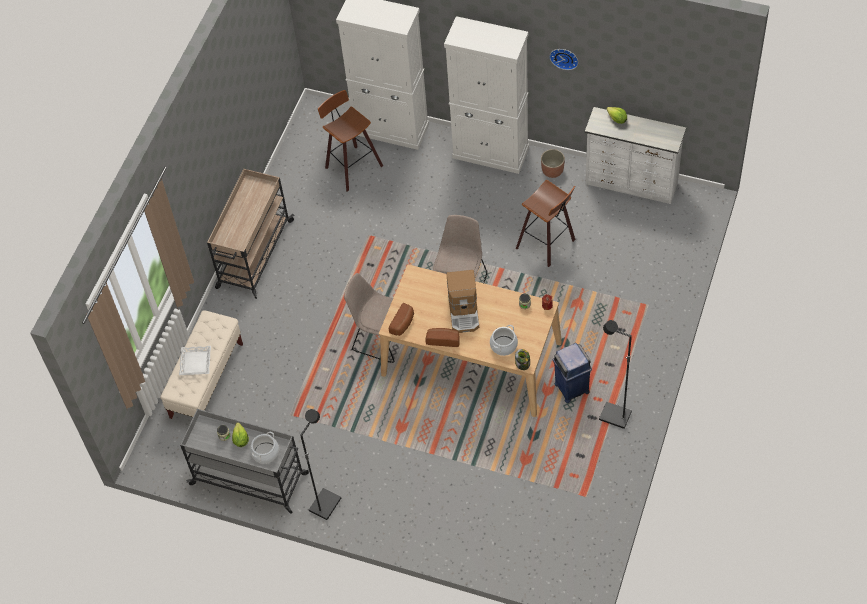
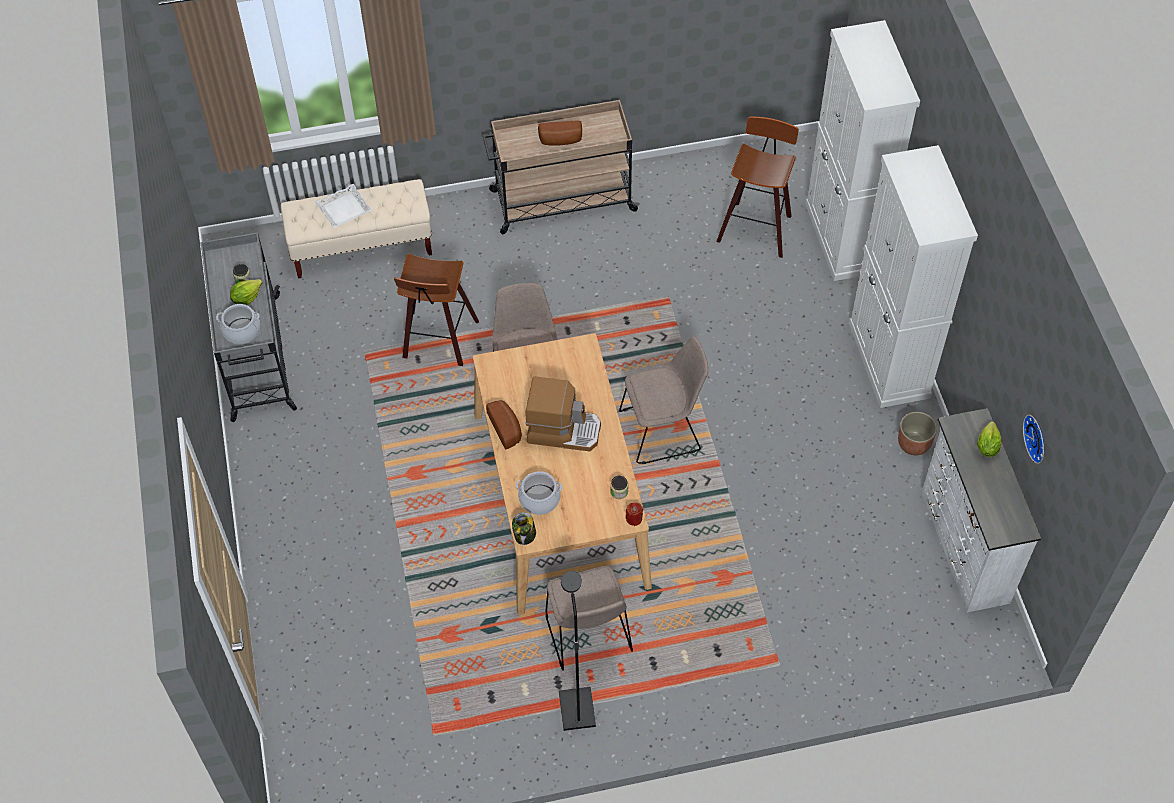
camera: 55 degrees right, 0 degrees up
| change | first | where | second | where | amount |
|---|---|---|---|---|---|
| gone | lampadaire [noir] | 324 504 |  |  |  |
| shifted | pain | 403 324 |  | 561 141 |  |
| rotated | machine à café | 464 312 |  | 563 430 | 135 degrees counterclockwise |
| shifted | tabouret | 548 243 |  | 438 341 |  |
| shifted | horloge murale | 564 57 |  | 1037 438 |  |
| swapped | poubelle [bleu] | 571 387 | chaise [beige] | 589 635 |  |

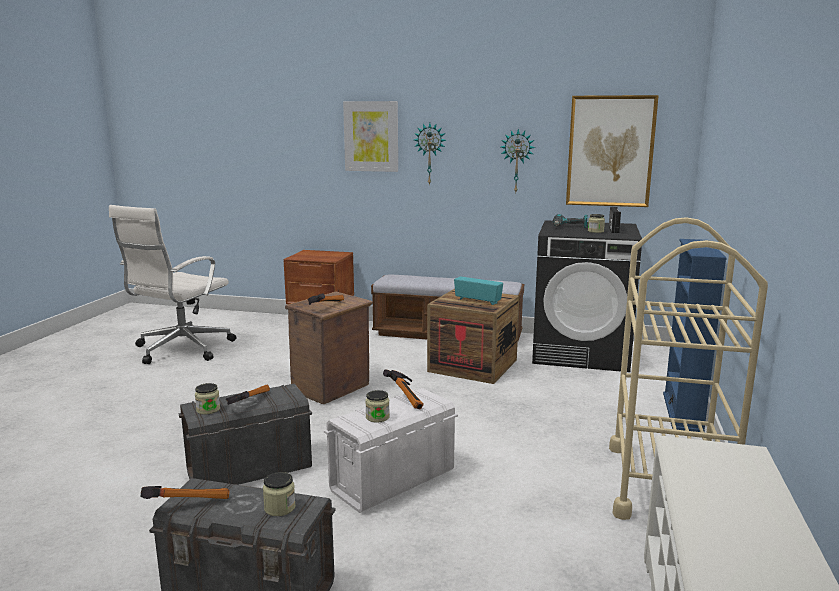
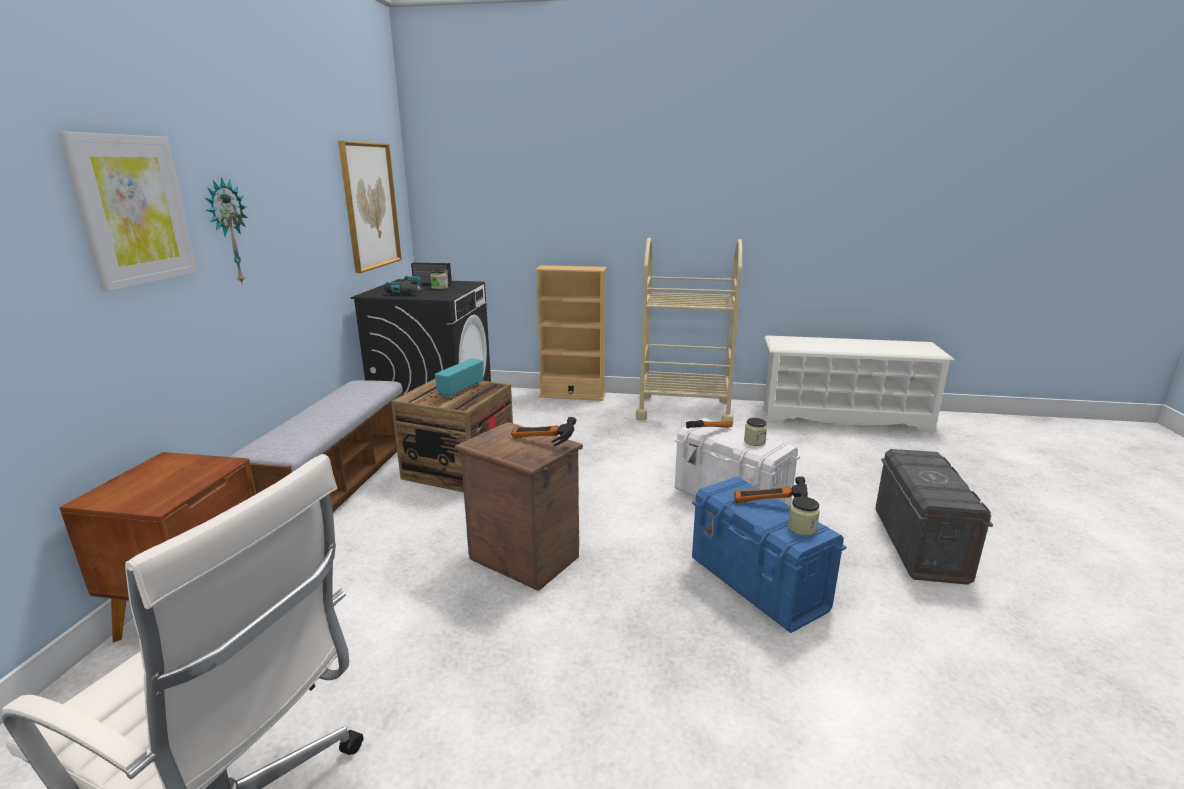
camera: 95 degrees left, 5 degrees up
| change | first | where | second | where | amount |
|---|---|---|---|---|---|
| gone | marteau | 186 503 |  |  |  |
| repainted | boîte de rangement [gris] | 249 470 | boîte de rangement [bleu] | 757 585 |  |
| gone | bocal | 280 508 |  |  |  |
| gone | horloge murale | 517 161 |  |  |  |
| repainted | bibliothèque [bleu] | 682 412 | bibliothèque [beige] | 572 395 |  |

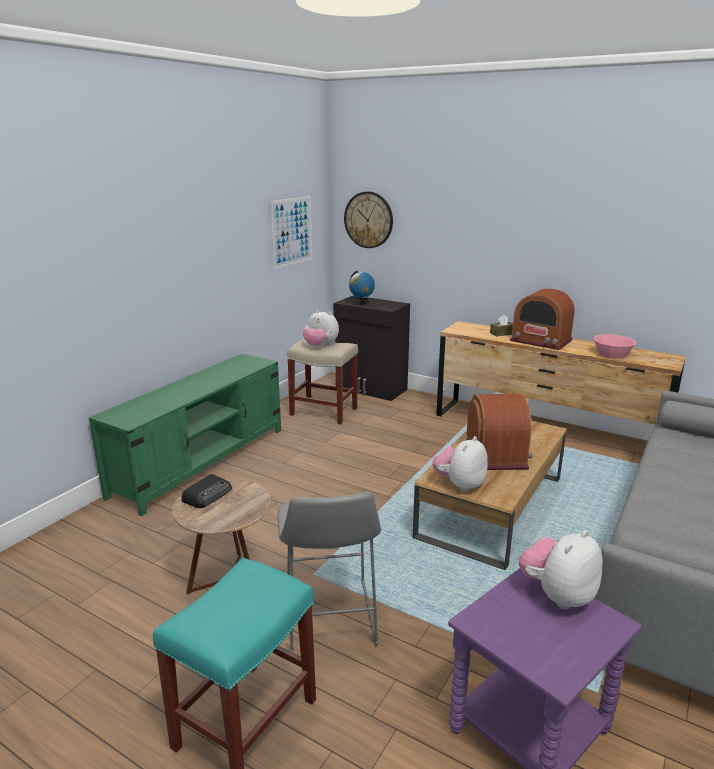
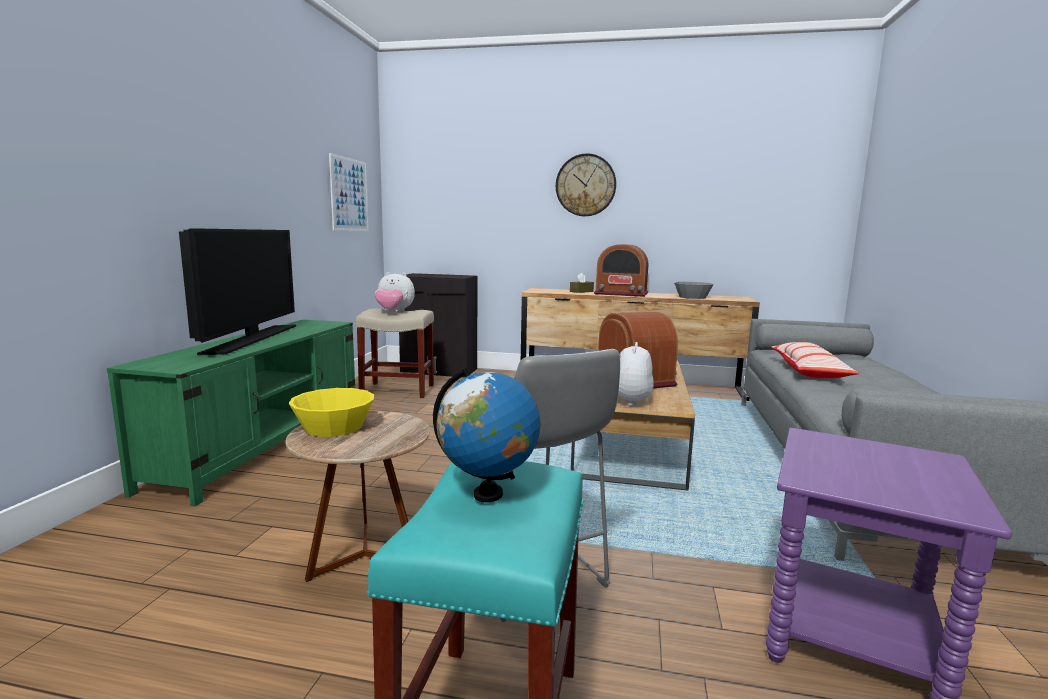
camera: 20 degrees left, 10 degrees down
| change | first | where | second | where | amount |
|---|---|---|---|---|---|
| swapped | radio | 208 495 | bol [jaune] | 333 427 |  |
| shifted | horloge murale | 368 220 |  | 585 185 |  |
| shifted | globe | 361 303 |  | 487 494 |  |
| gone | peluche | 557 595 |  |  |  |
| repainted | bol [rose] | 612 354 | bol [gris] | 692 297 |  |
| new |  |  | téléviseur | 252 339 |  |
| new |  |  | coussin | 809 371 |  |

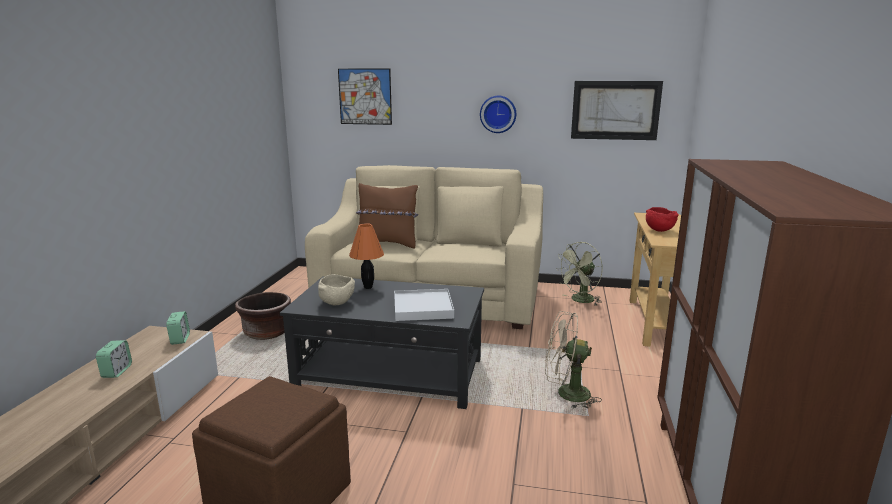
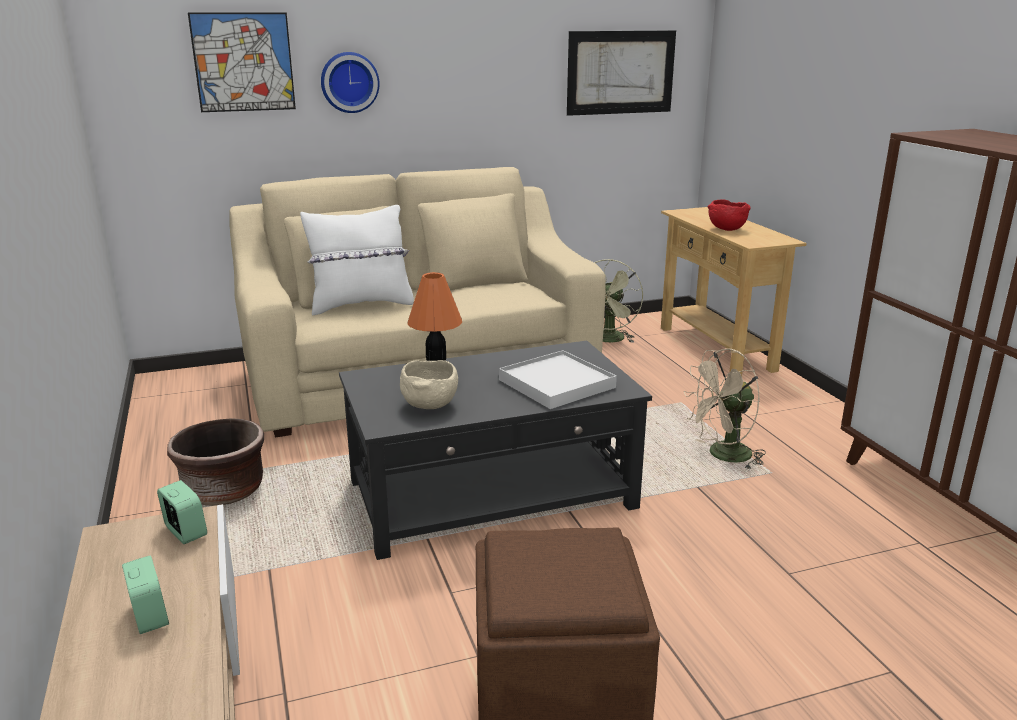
camera: 30 degrees left, 5 degrees up
| change | first | where | second | where | amount |
|---|---|---|---|---|---|
| repainted | coussin [marron] | 387 244 | coussin [blanc] | 361 305 |  |
| shifted | horloge murale | 498 114 |  | 349 82 |  |

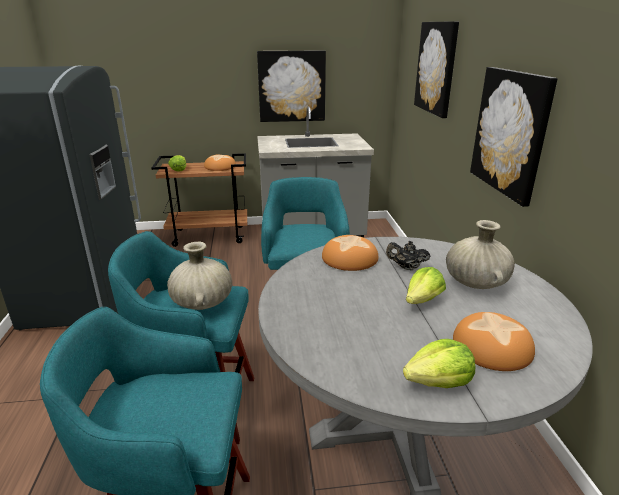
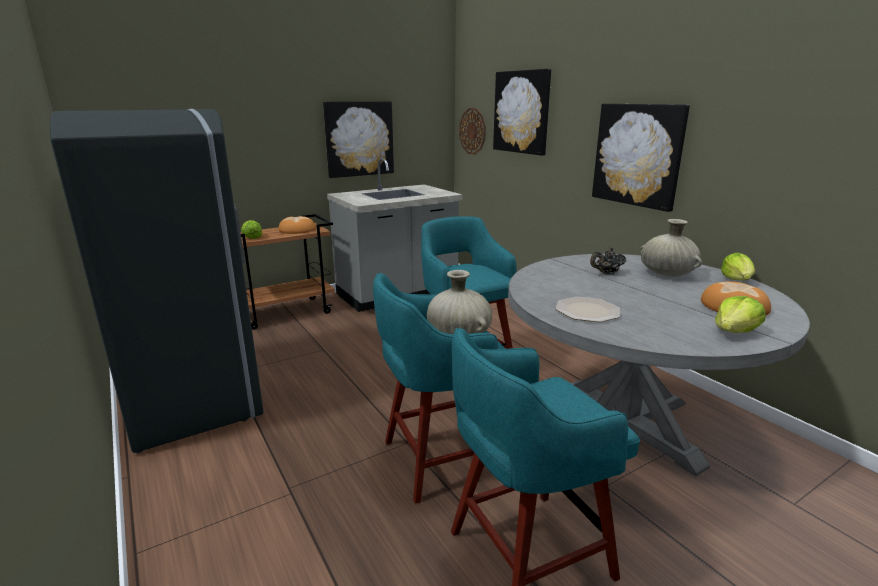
camera: 25 degrees left, 5 degrees down
| change | first | where | second | where | amount |
|---|---|---|---|---|---|
| gone | pain | 349 259 |  |  |  |
| shifted | laitue | 423 300 |  | 737 280 |  |
| new |  |  | horloge murale | 472 131 |  |
| new |  |  | assiette | 587 311 |  |

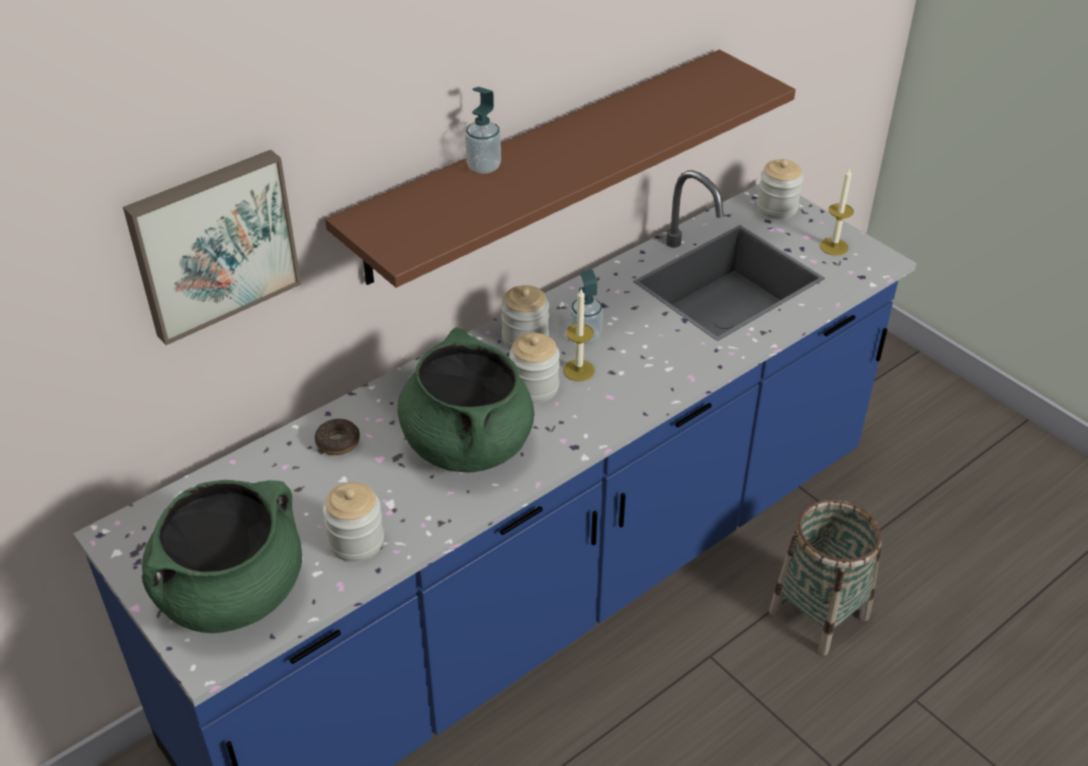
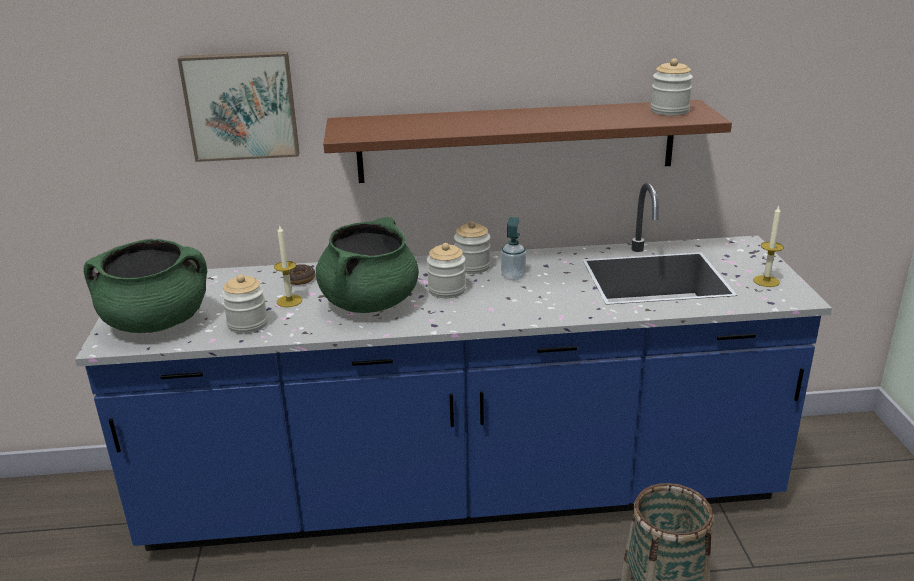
camera: 35 degrees right, 15 degrees down
| change | first | where | second | where | amount |
|---|---|---|---|---|---|
| gone | distributeur de savon | 484 167 |  |  |  |
| shifted | bougie | 578 370 |  | 289 301 |  |
| shifted | bocal | 777 208 |  | 669 111 |  |

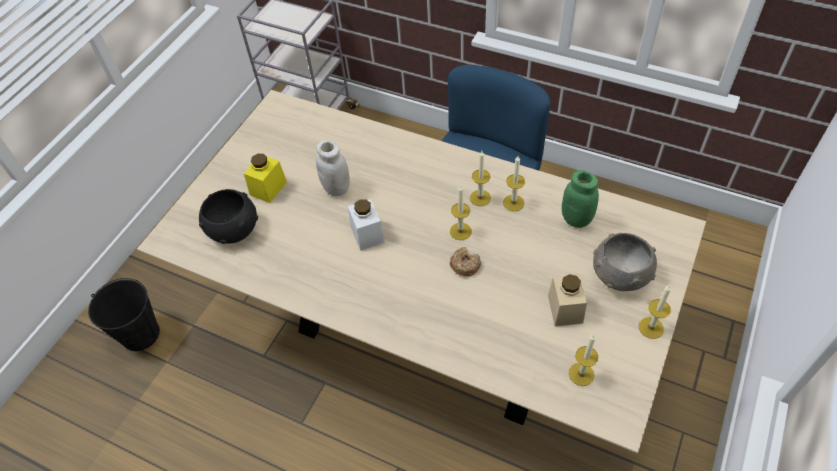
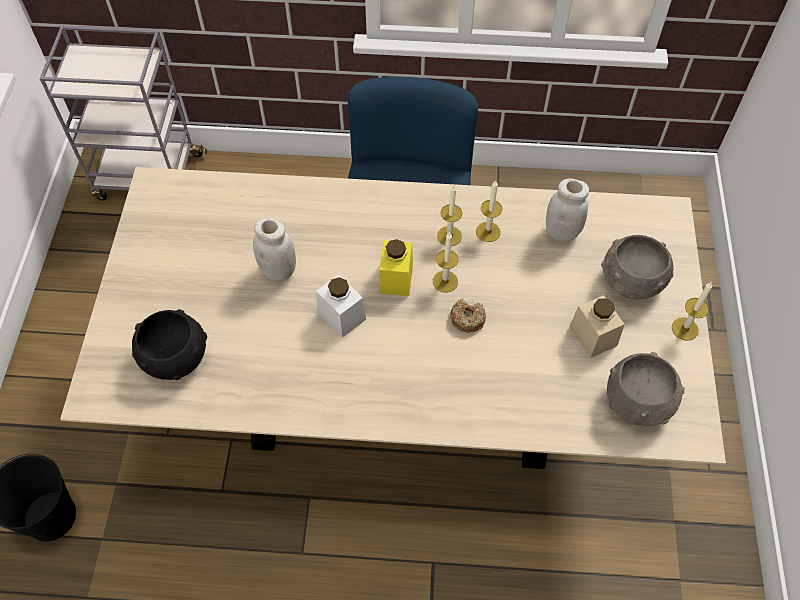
camera: 25 degrees left, 5 degrees up
| change | first | where | second | where | amount |
|---|---|---|---|---|---|
| shifted | bocal [jaune] | 268 188 |  | 396 278 |  |
| repainted | bocal [vert] | 576 219 | bocal [blanc] | 561 232 |  |
| swapped | bougie | 581 374 | bol [gris] | 638 401 |  |

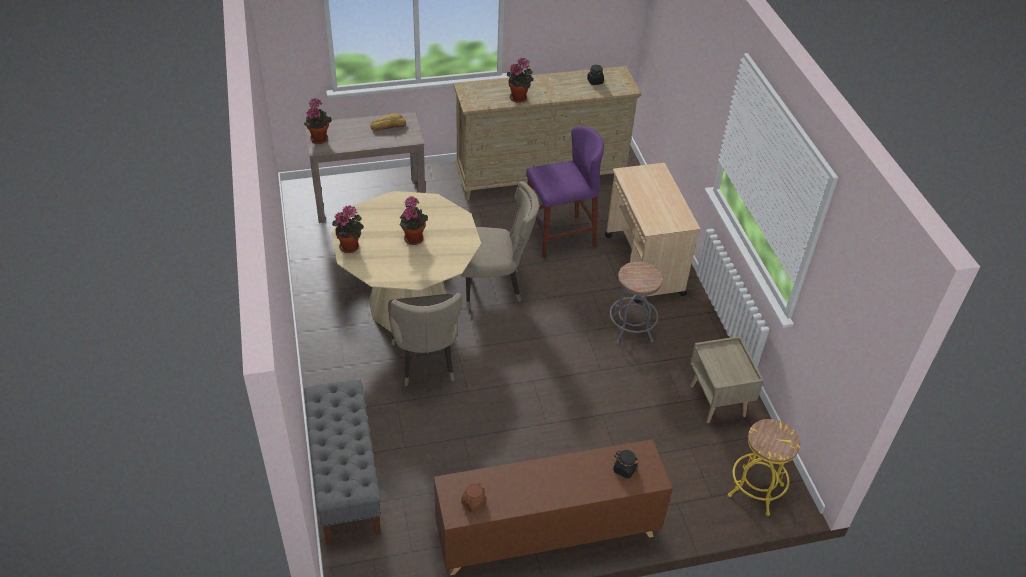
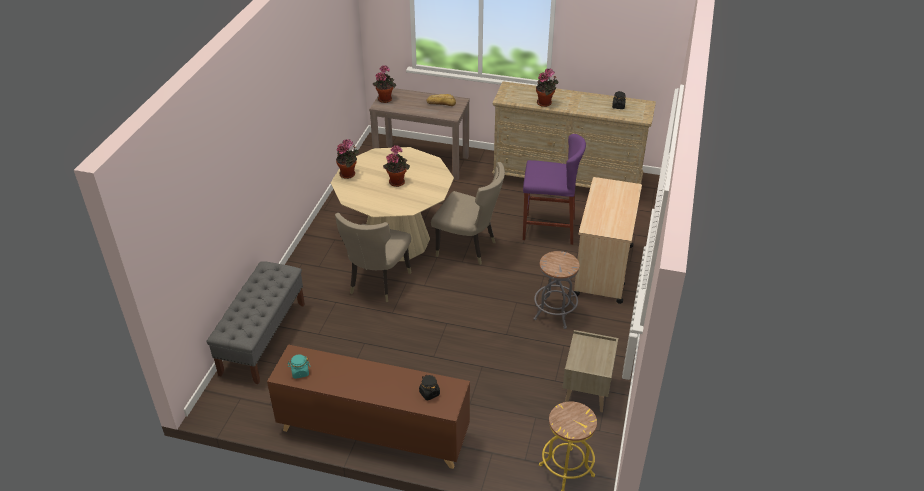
camera: 30 degrees right, 5 degrees down
| change | first | where | second | where | amount |
|---|---|---|---|---|---|
| repainted | bocal [marron] | 473 504 | bocal [turquoise] | 300 372 |  |

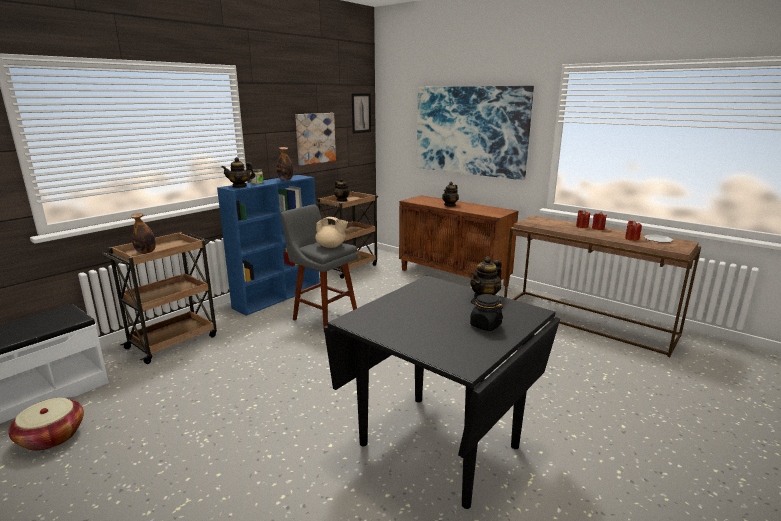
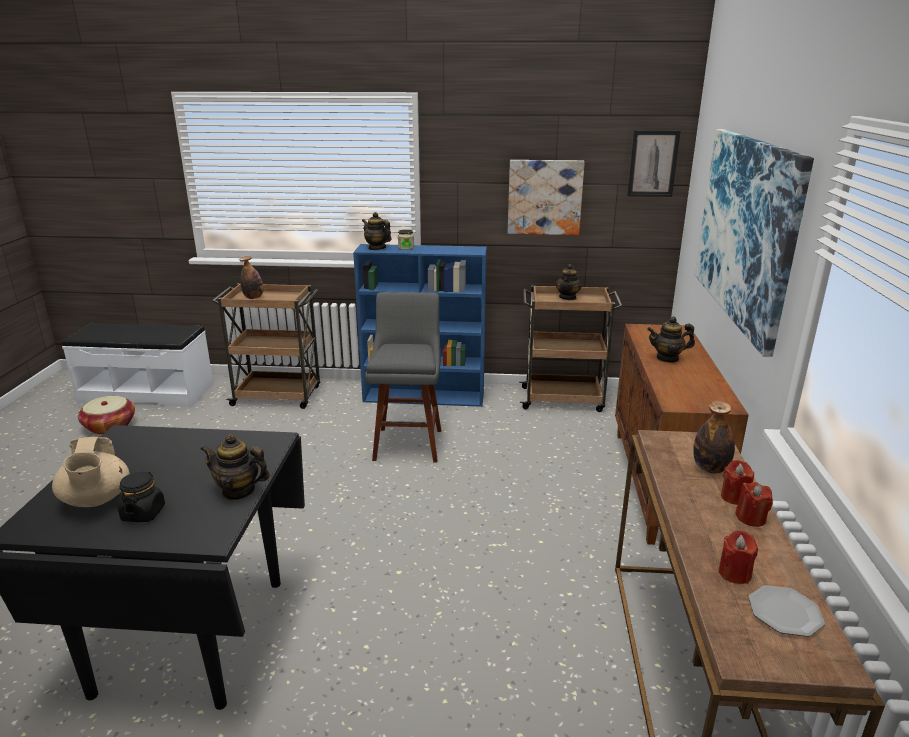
camera: 55 degrees right, 5 degrees up
| change | first | where | second | where | amount |
|---|---|---|---|---|---|
| shifted | bouteille | 285 179 |  | 710 468 |  |
| shifted | théière [beige] | 331 246 |  | 96 500 |  |

